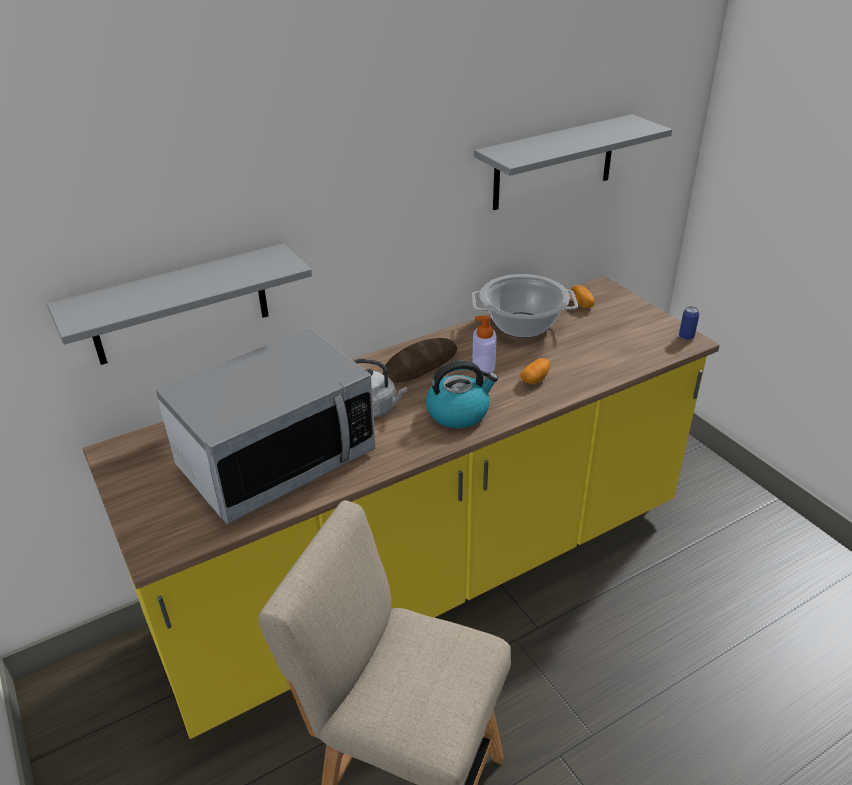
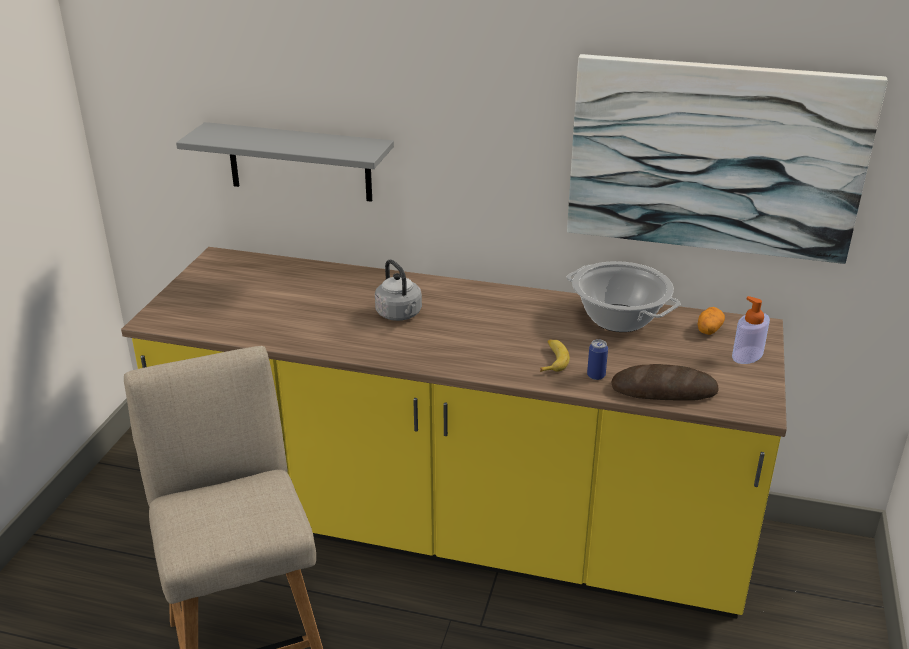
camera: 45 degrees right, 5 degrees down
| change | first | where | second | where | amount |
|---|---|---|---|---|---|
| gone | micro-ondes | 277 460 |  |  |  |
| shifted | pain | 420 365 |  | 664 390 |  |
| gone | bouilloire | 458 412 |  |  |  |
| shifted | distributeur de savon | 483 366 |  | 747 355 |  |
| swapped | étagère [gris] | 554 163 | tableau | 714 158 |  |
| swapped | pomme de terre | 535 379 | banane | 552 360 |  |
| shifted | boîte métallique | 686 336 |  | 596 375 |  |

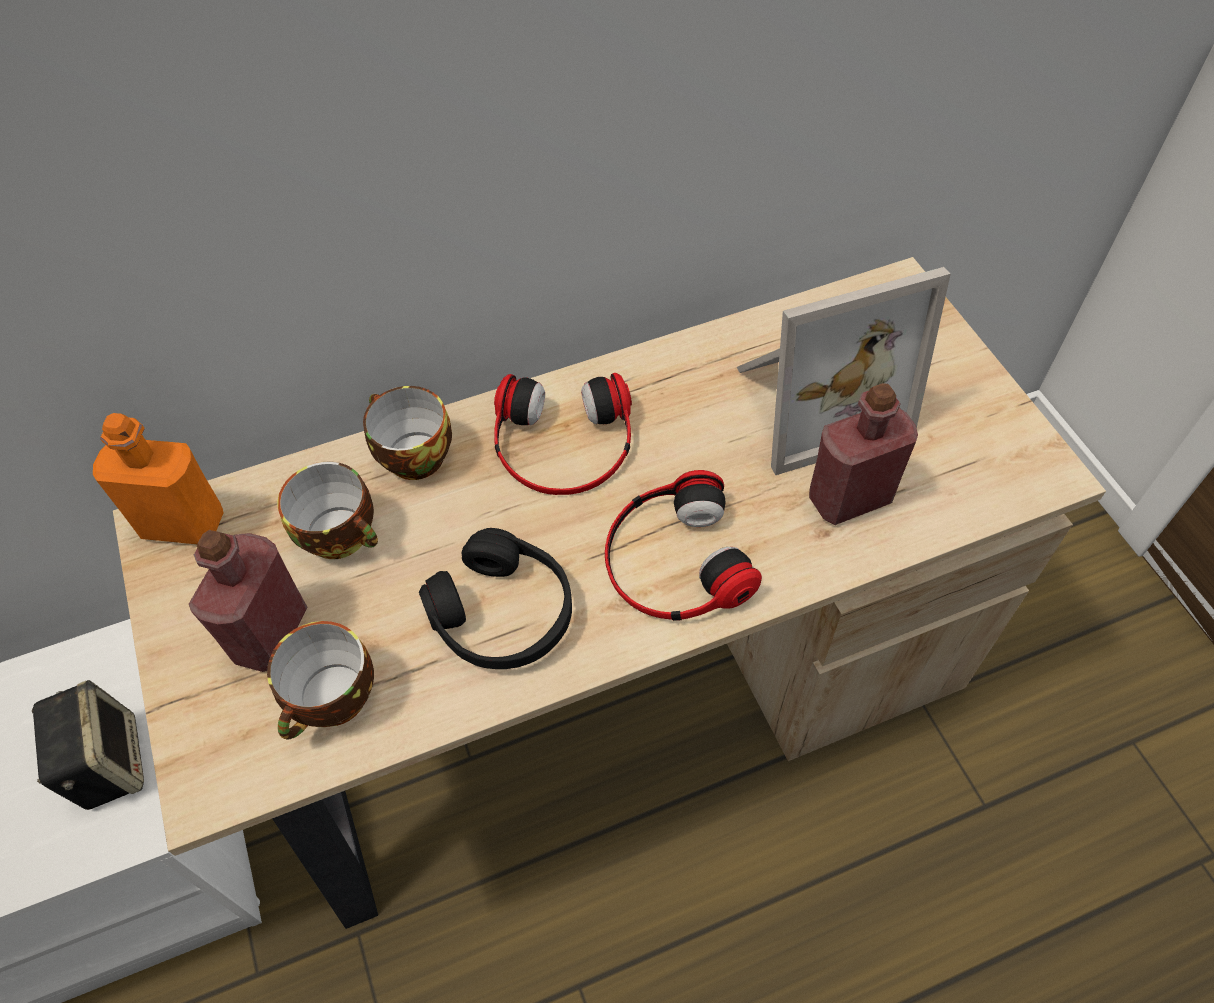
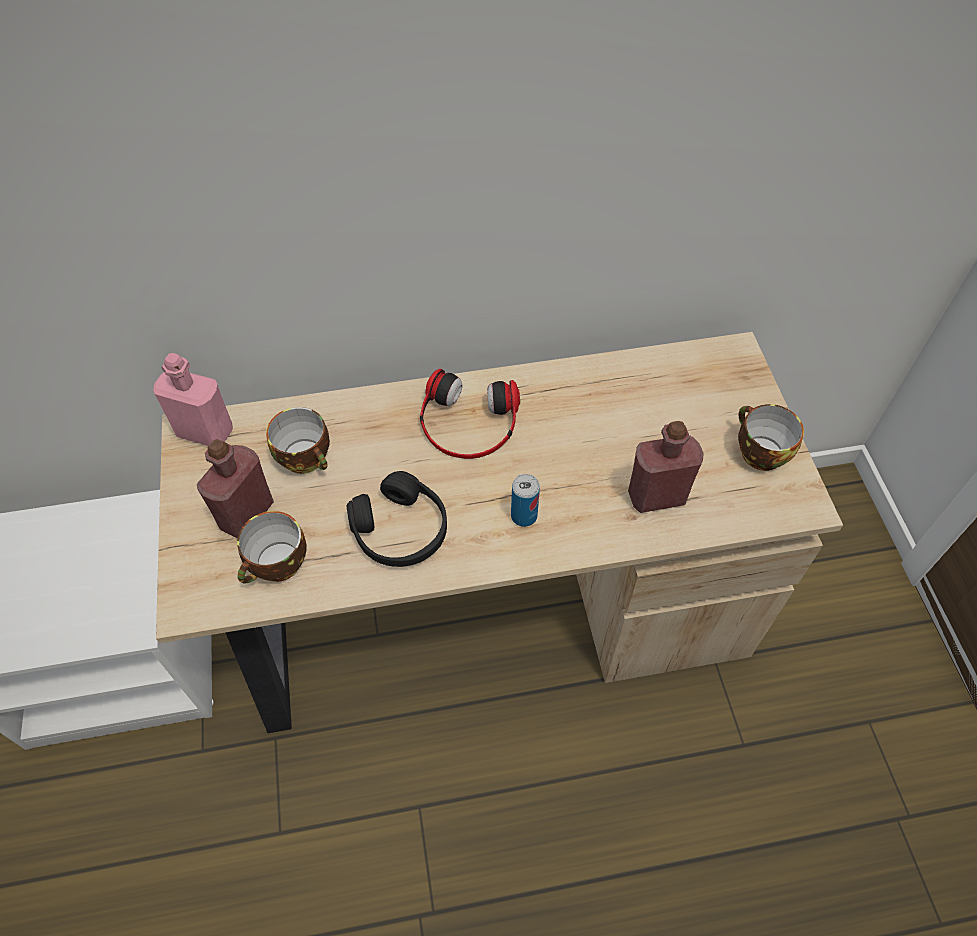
camera: 10 degrees right, 0 degrees up
| change | first | where | second | where | amount |
|---|---|---|---|---|---|
| gone | enceinte | 107 761 |  |  |  |
| repainted | bouteille [orange] | 183 524 | bouteille [rose] | 205 431 |  |
| shifted | tasse | 411 456 |  | 758 452 |  |
| swapped | casque audio | 674 560 | boîte métallique | 524 516 |  |
| gone | cadre photo | 814 399 |  |  |  |

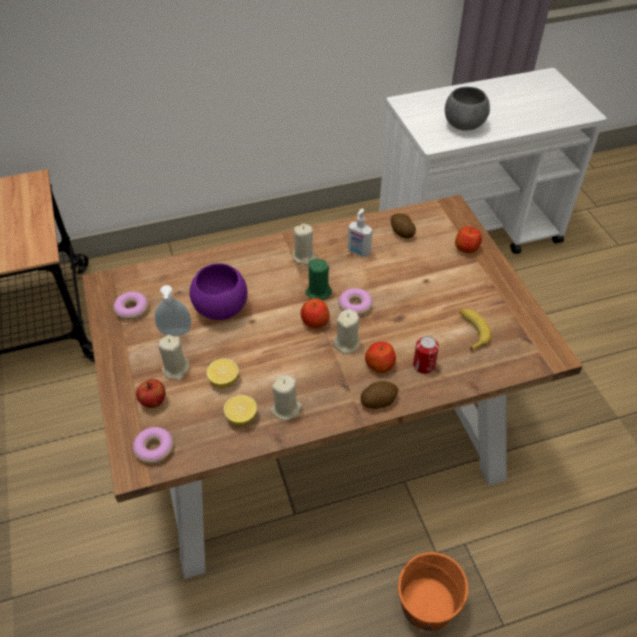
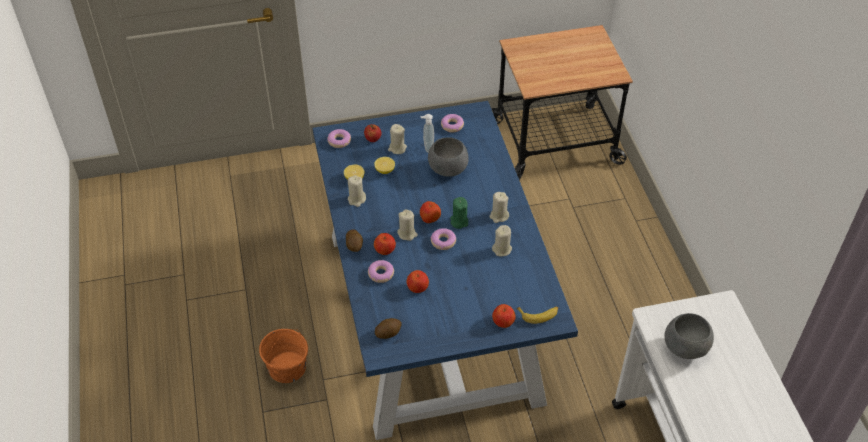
camera: 95 degrees right, 0 degrees up
| change | first | where | second | where | amount |
|---|---|---|---|---|---|
| repainted | table à manger [marron] | 317 437 | table à manger [bleu] | 431 314 |  |
| repainted | bol [violet] | 220 309 | bol [gris] | 448 169 |  |
| swapped | distributeur de savon | 358 252 | bougie [beige] | 502 249 |  |
| shifted | pomme de terre | 401 232 |  | 388 333 |  |
| swapped | boîte métallique | 423 365 | beignet | 381 274 |  |
| shifted | banane | 471 331 |  | 539 315 |  |
| new |  |  | pomme | 418 287 |  |

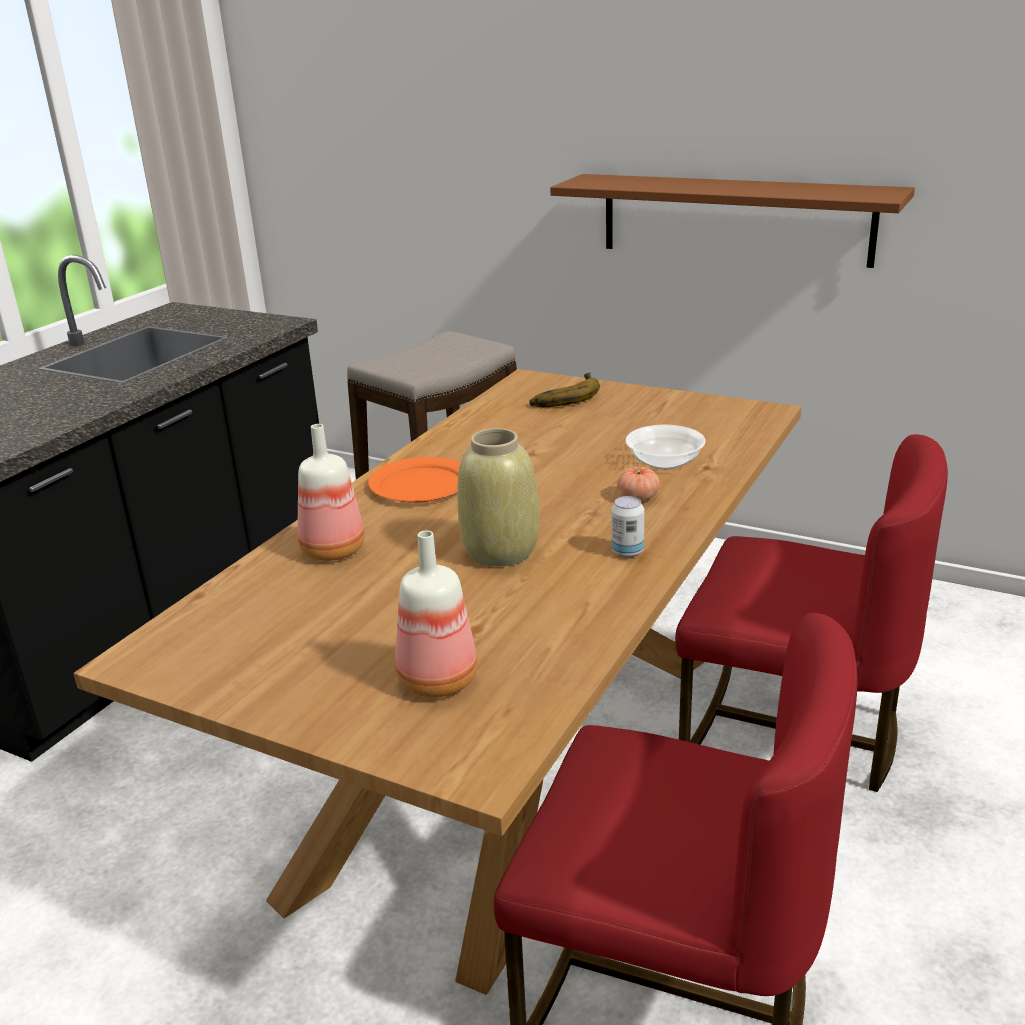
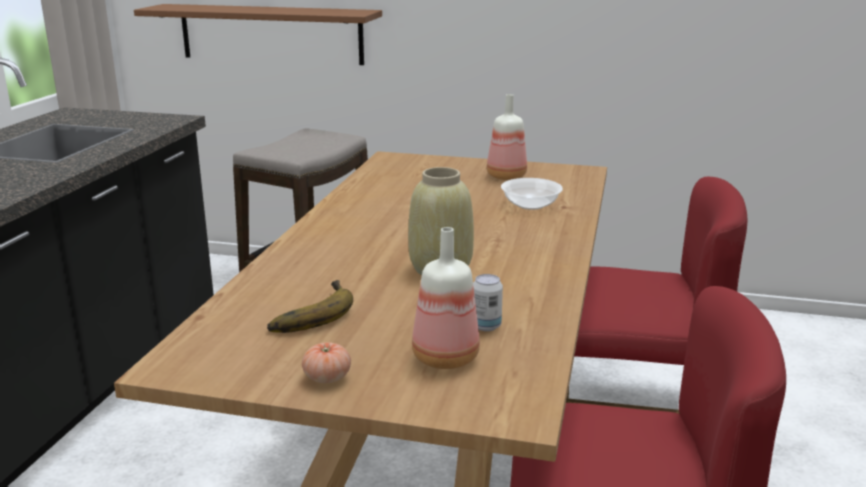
camera: 15 degrees left, 5 degrees down
| change | first | where | second | where | amount |
|---|---|---|---|---|---|
| shifted | bouteille | 332 551 |  | 506 177 |  |
| gone | assiette [orange] | 420 485 |  |  |  |
| shifted | banane | 562 396 |  | 308 313 |  |
| shifted | étagère [marron] | 734 219 |  | 271 34 |  |
| shifted | boîte métallique | 627 551 |  | 486 326 |  |
| shifted | tomate | 638 497 |  | 327 377 |  |

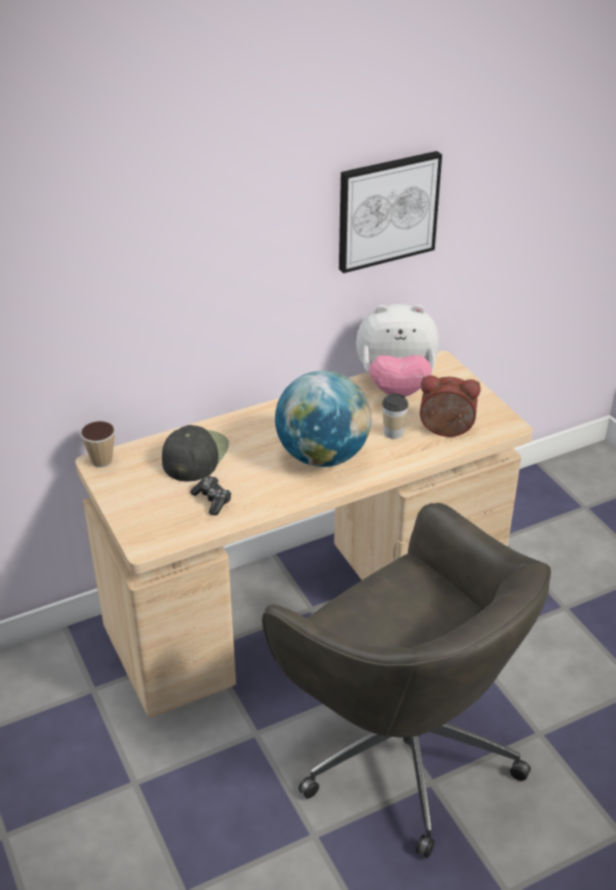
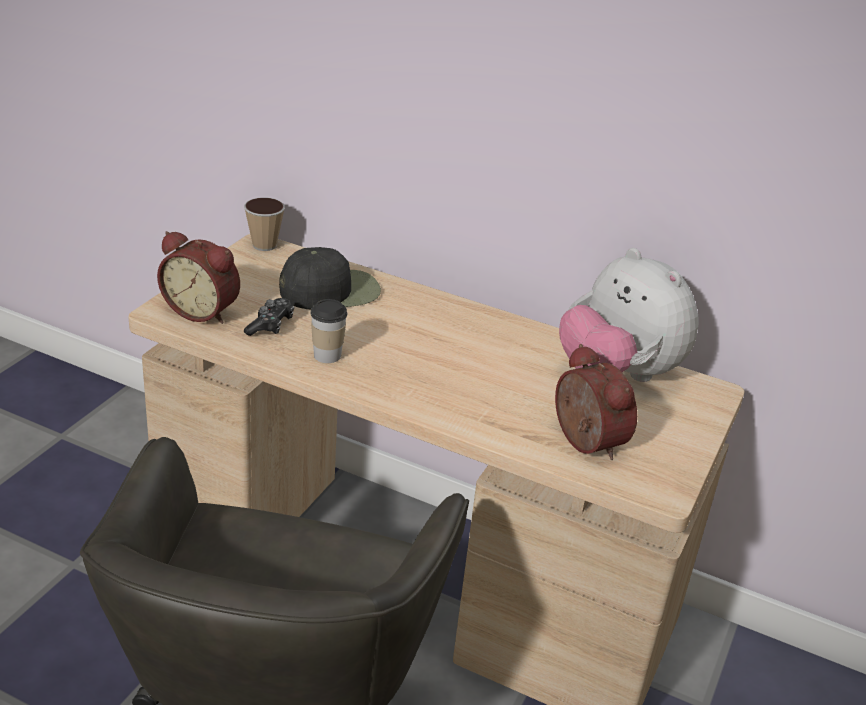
camera: 50 degrees right, 5 degrees down
| change | first | where | second | where | amount |
|---|---|---|---|---|---|
| gone | globe | 323 456 |  |  |  |
| gone | tableau | 387 210 |  |  |  |
| shifted | tasse | 393 432 |  | 327 355 |  |
| new |  |  | réveil | 203 310 |  |

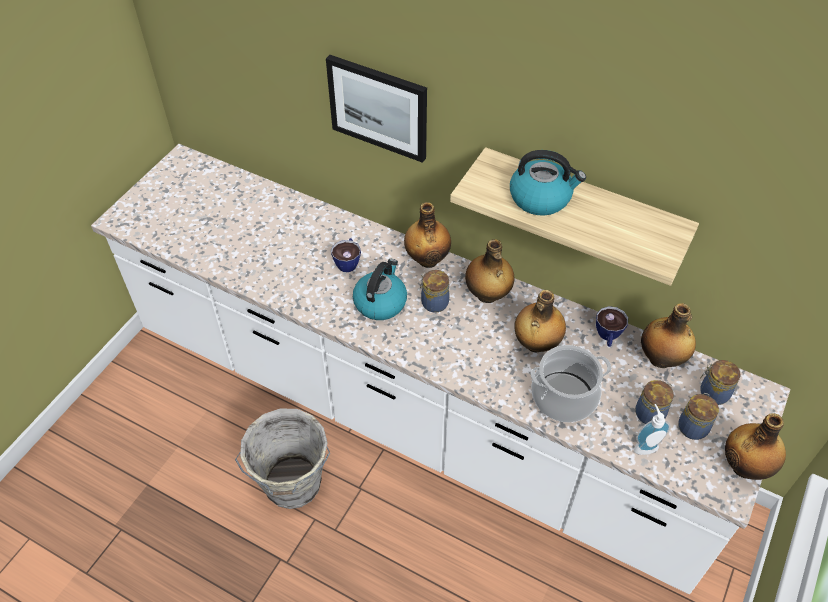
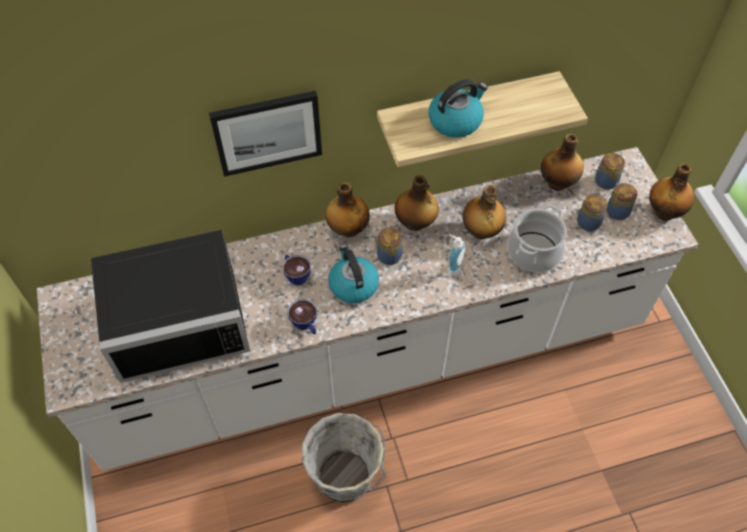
camera: 45 degrees left, 5 degrees up
| change | first | where | second | where | amount |
|---|---|---|---|---|---|
| shifted | tasse | 607 337 |  | 306 325 |  |
| shifted | distributeur de savon | 644 446 |  | 452 267 |  |
| new |  |  | micro-ondes [noir] | 179 315 |  |

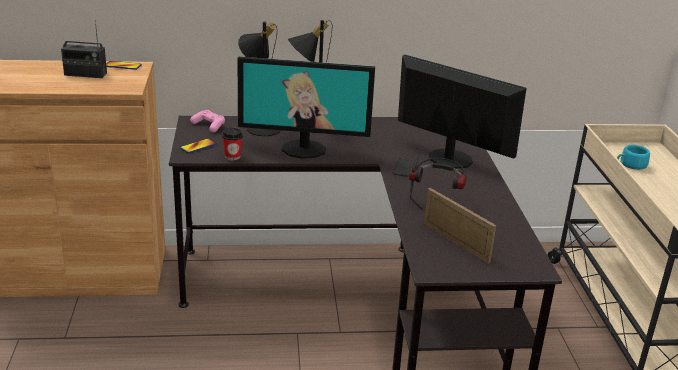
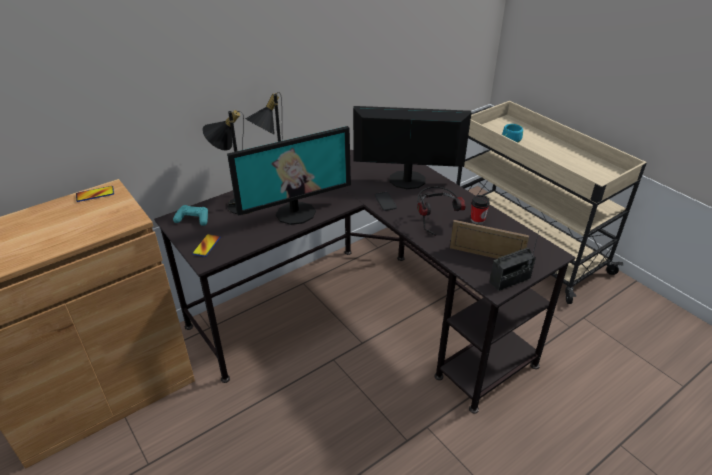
camera: 30 degrees left, 10 degrees up
| change | first | where | second | where | amount |
|---|---|---|---|---|---|
| shifted | radio | 85 74 |  | 510 280 |  |
| repainted | manette [rose] | 209 125 | manette [turquoise] | 193 219 |  |
| shifted | tasse | 232 157 |  | 477 220 |  |

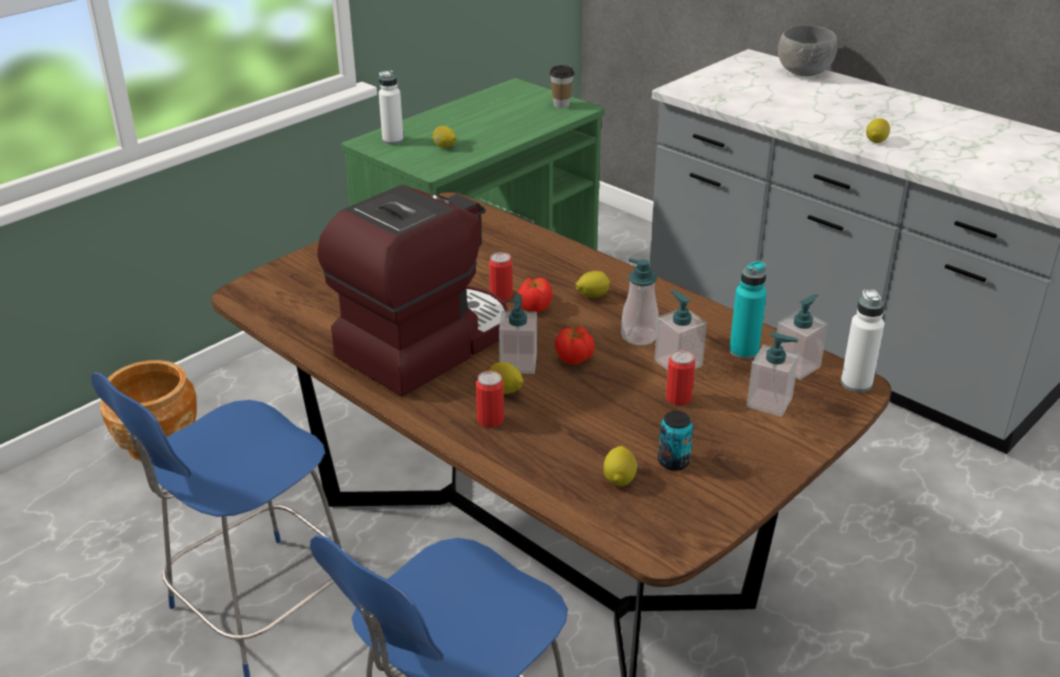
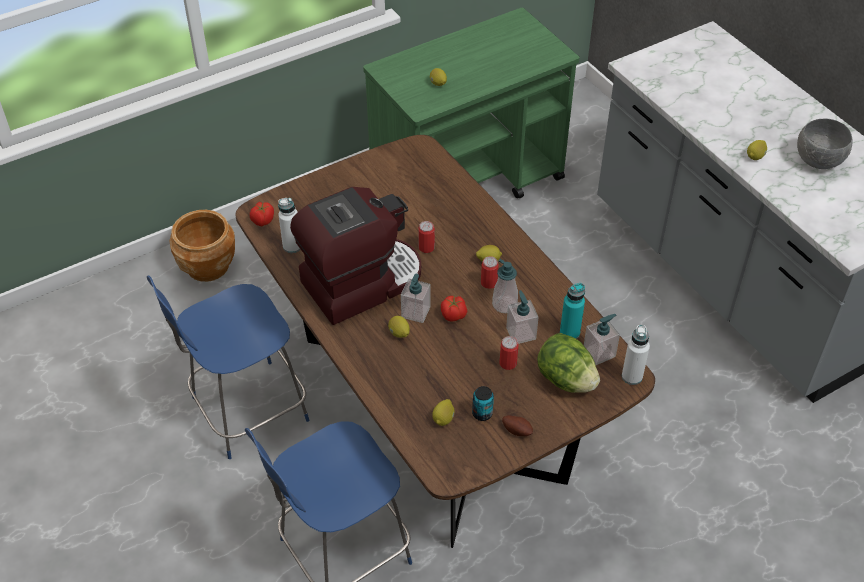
camera: 15 degrees right, 15 degrees up
| change | first | where | second | where | amount |
|---|---|---|---|---|---|
| shifted | bouteille [blanc] | 393 140 |  | 292 246 |  |
| shifted | boîte métallique | 490 420 |  | 489 283 |  |
| shifted | tomate | 534 308 |  | 262 221 |  |
| gone | tasse | 561 105 |  |  |  |
| swapped | distributeur de savon | 769 402 | laitue | 566 380 |  |
| shifted | bol [gris] | 805 73 |  | 819 161 |  |
| new |  |  | pomme de terre | 517 430 |  |

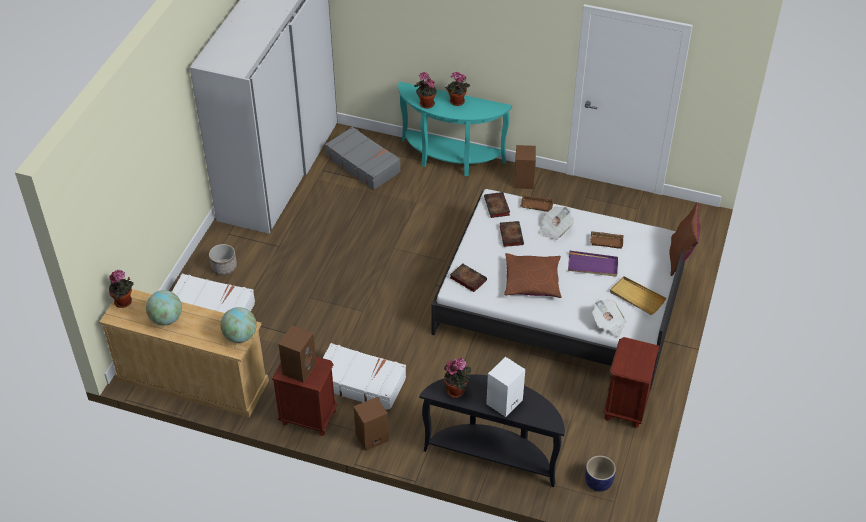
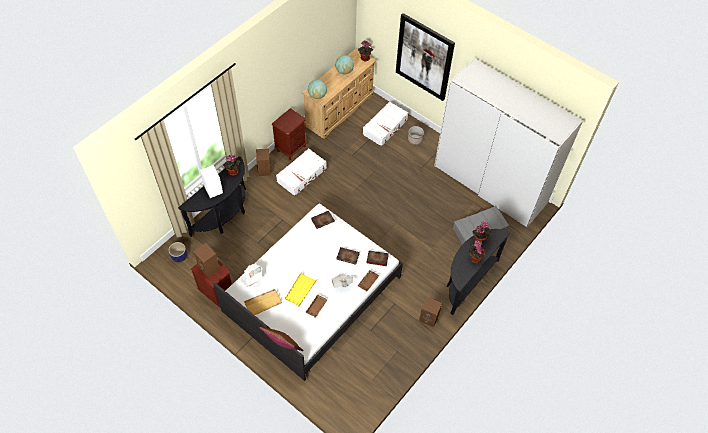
camera: 110 degrees right, 10 degrees up
| change | first | where | second | where | amount |
|---|---|---|---|---|---|
| shifted | enceinte [marron] | 299 368 |  | 209 267 |  |
| repainted | table console [turquoise] | 449 160 | table console [noir] | 467 281 |  |
| gone | coussin [marron] | 532 281 |  |  |  |
| repainted | plateau [violet] | 593 265 | plateau [jaune] | 300 290 |  |
| new |  |  | tableau | 424 57 |  |

